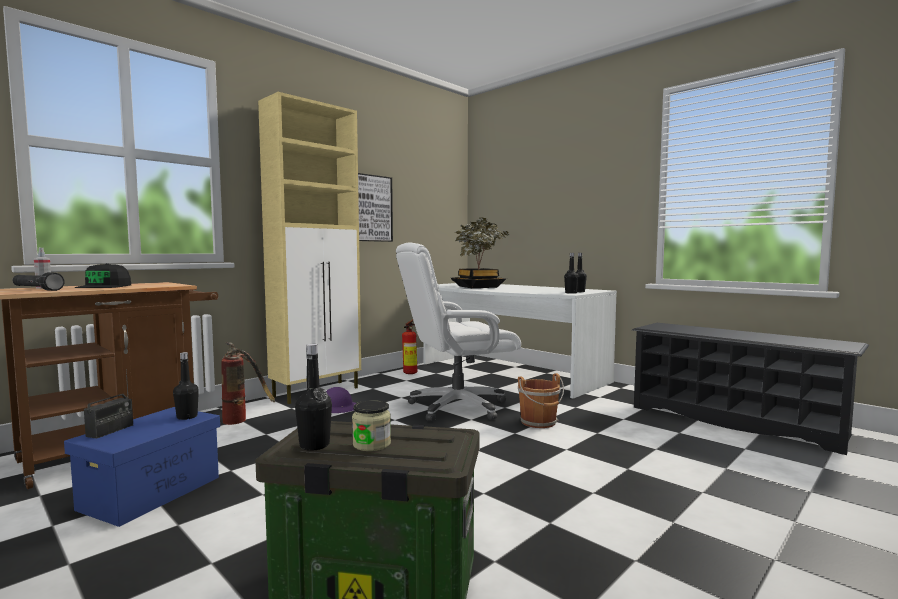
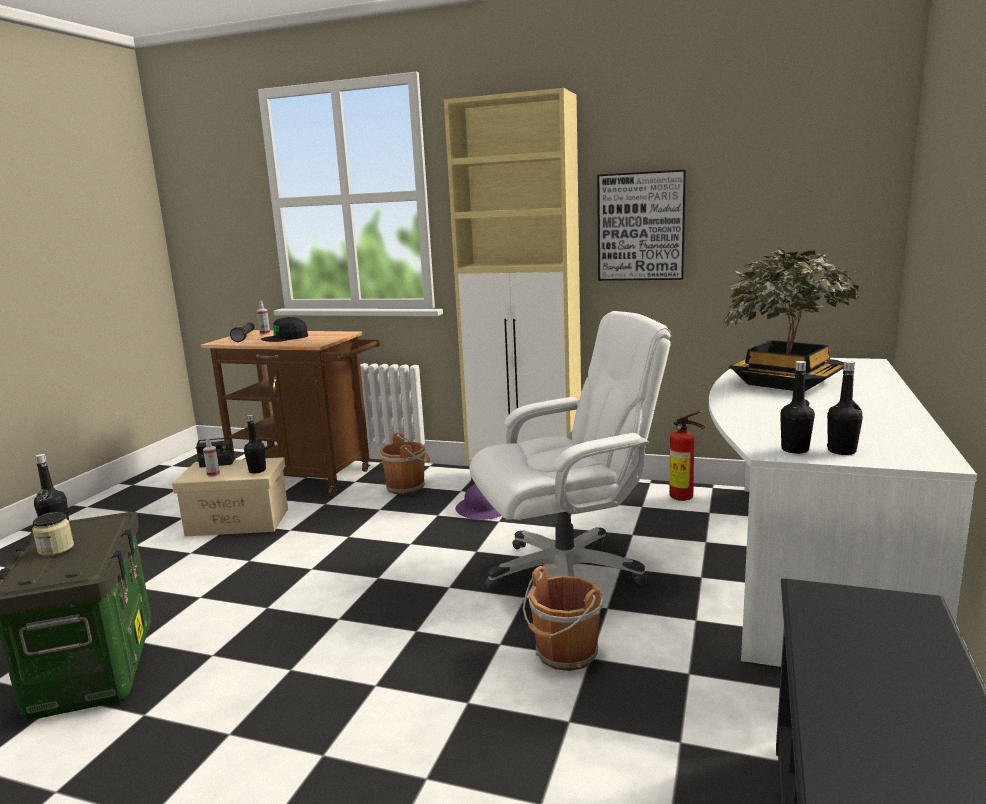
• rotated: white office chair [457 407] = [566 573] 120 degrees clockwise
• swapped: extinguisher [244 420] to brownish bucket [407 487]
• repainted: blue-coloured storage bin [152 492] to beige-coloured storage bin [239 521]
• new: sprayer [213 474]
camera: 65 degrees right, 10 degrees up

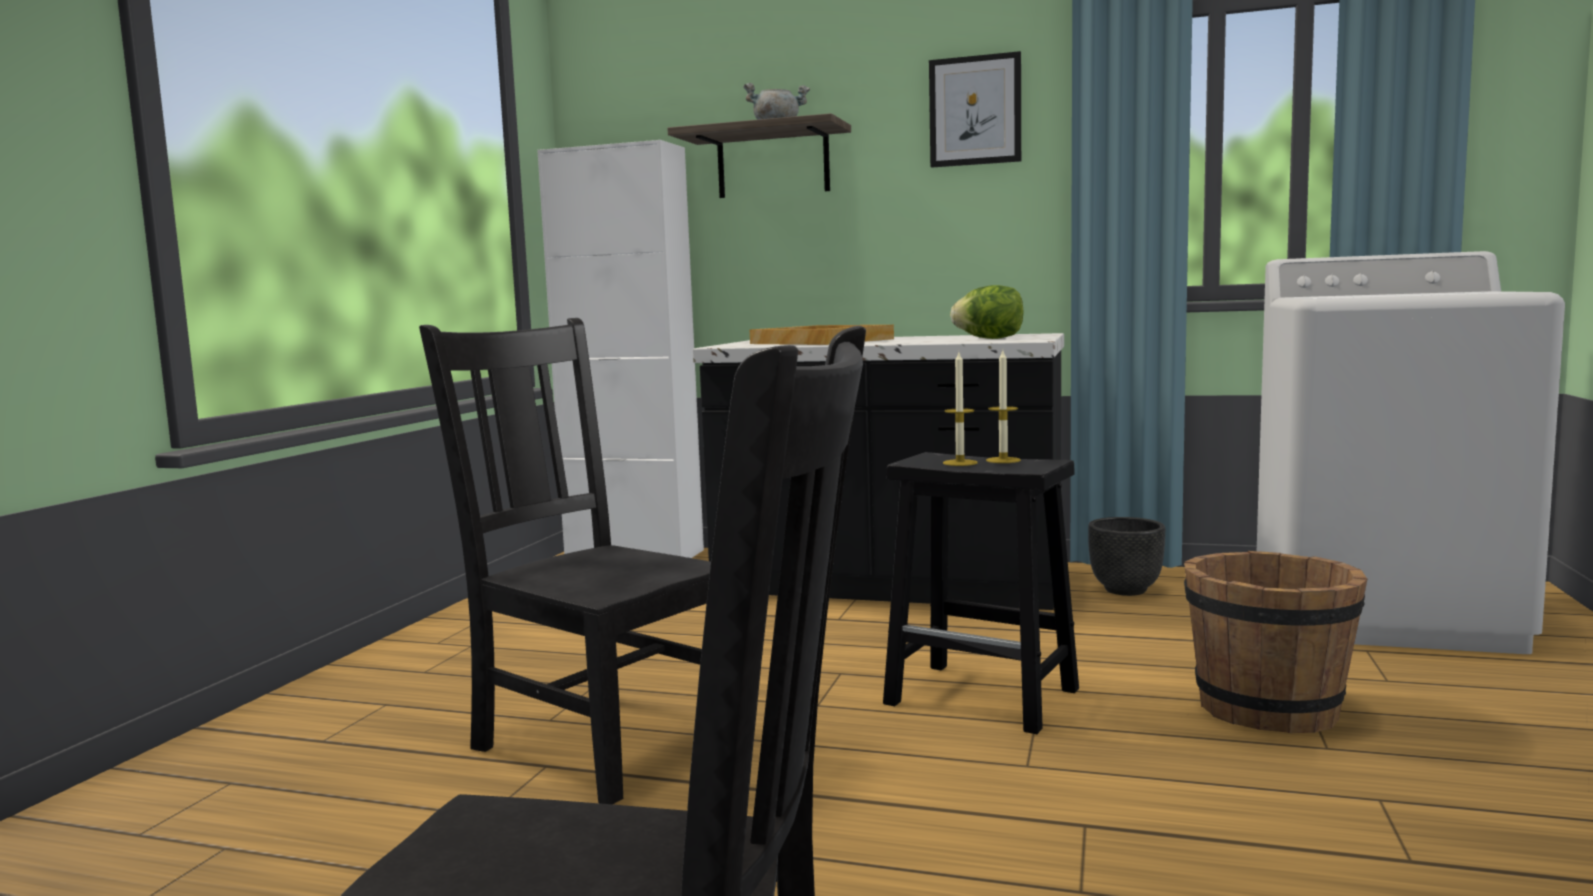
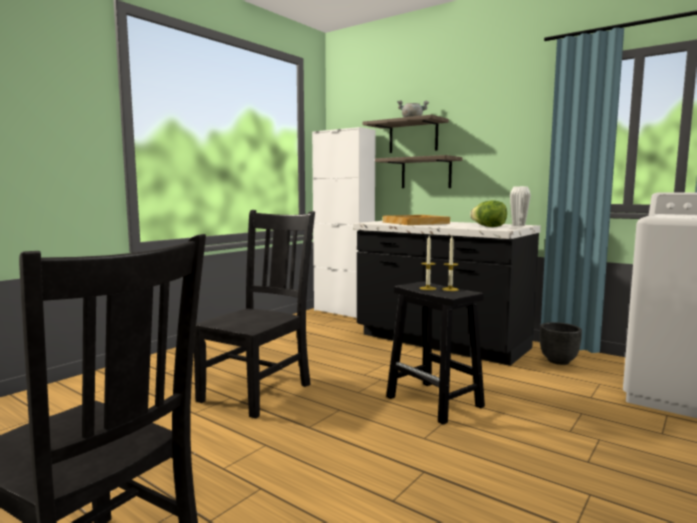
• gone: picture [975 111]
• rotated: black-coloured chair [599 741] = [258 391] 60 degrees clockwise
• gone: brownish bucket [1267 709]
• new: wall shelf [426 173]
• new: white decorative vase [518 225]
camera: 20 degrees right, 0 degrees up

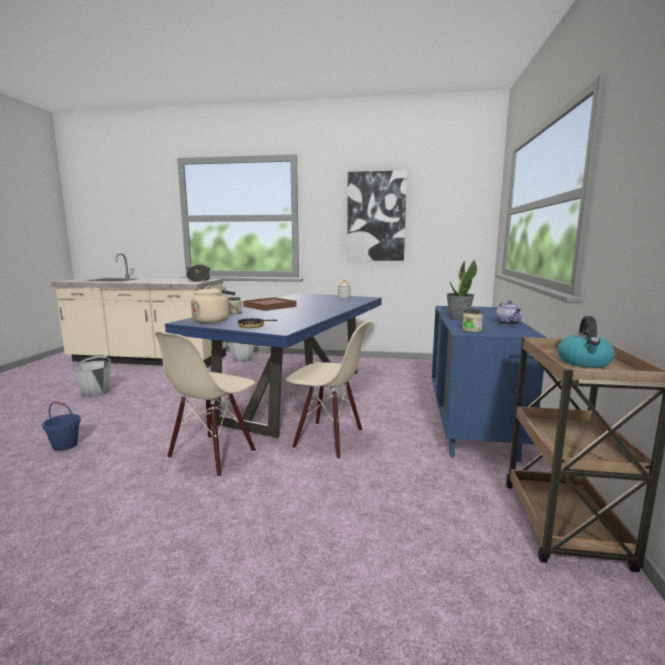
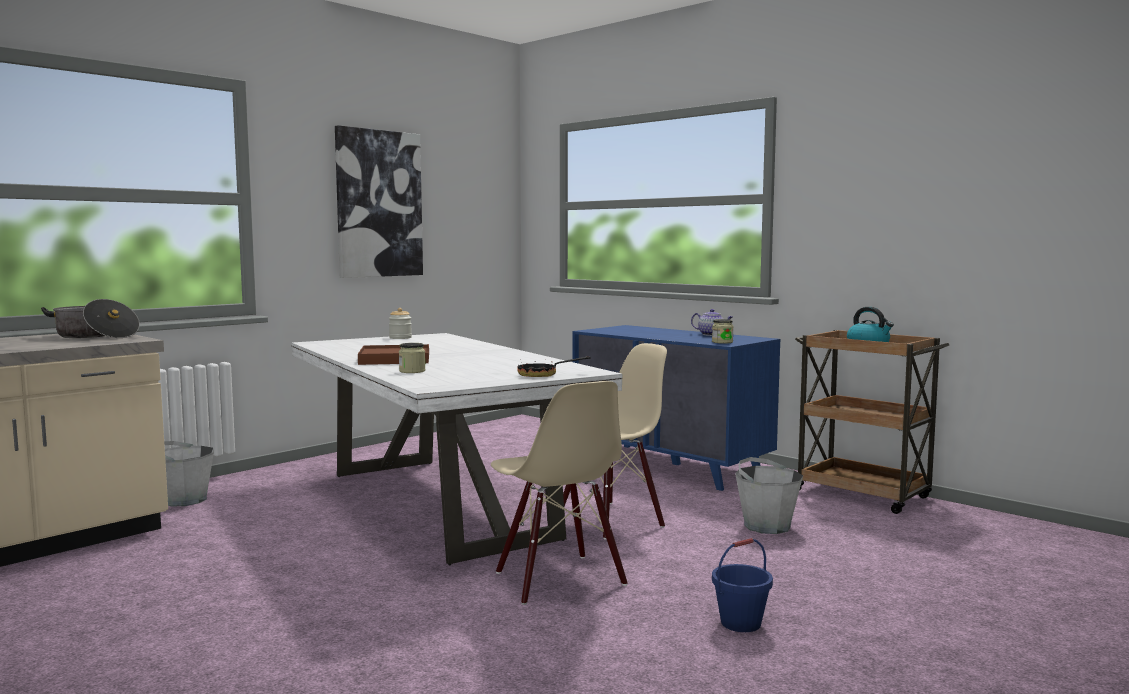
• gone: potted plant [458 318]
• gone: beige-coloured tea kettle [213 320]
• repainted: blue-coloured kitchen table [295 395] to white kitchen table [439 505]
• shifted: greyish bucket [95 392] to [767 526]
• shifted: blue-coloured bucket [64 445] to [741 623]
camera: 55 degrees left, 5 degrees down

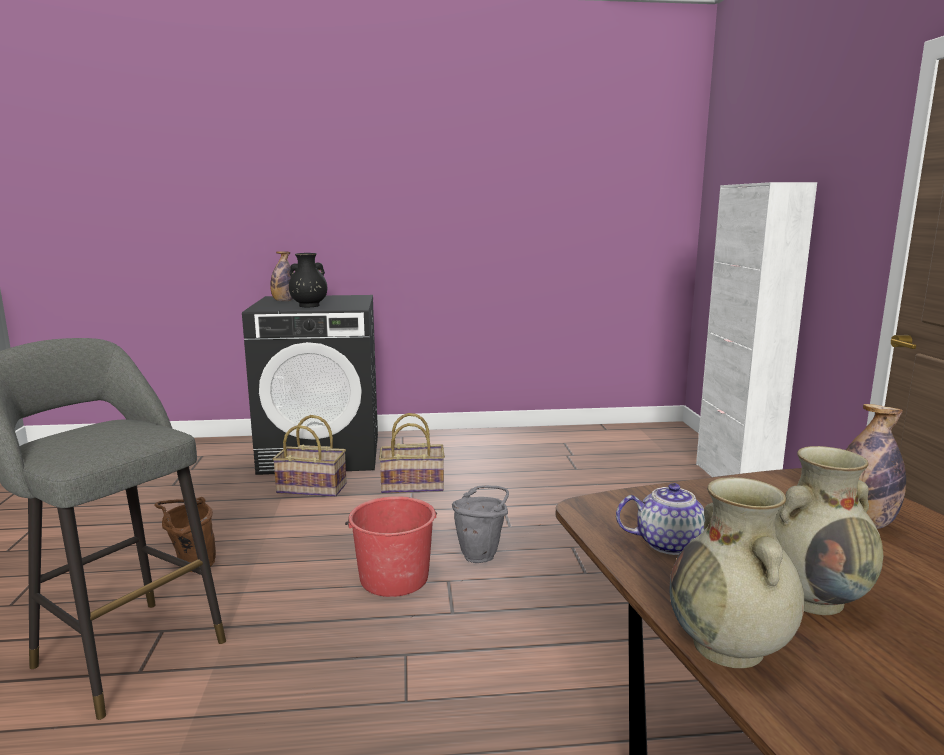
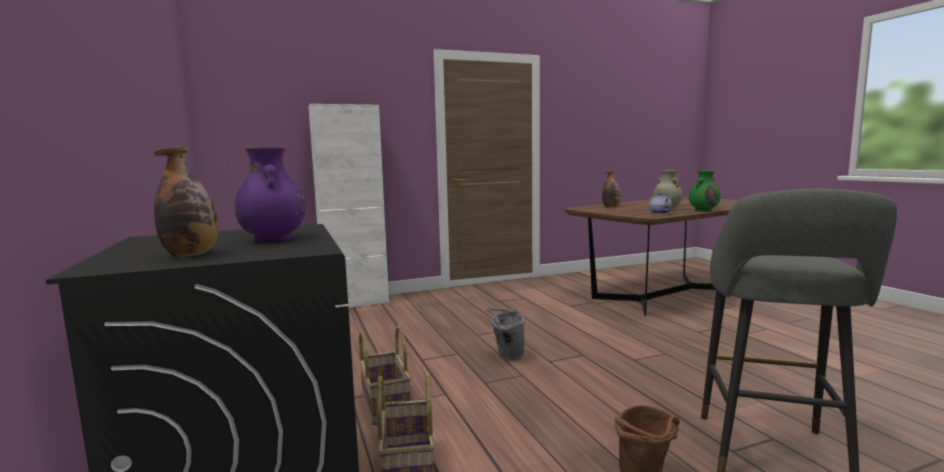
• repainted: black-coloured decorative vase [308 306] to purple decorative vase [273 239]
• repainted: beige-coloured decorative vase [729 648] to green-coloured decorative vase [703 210]
• gone: red bucket [394 578]
camera: 105 degrees left, 5 degrees down

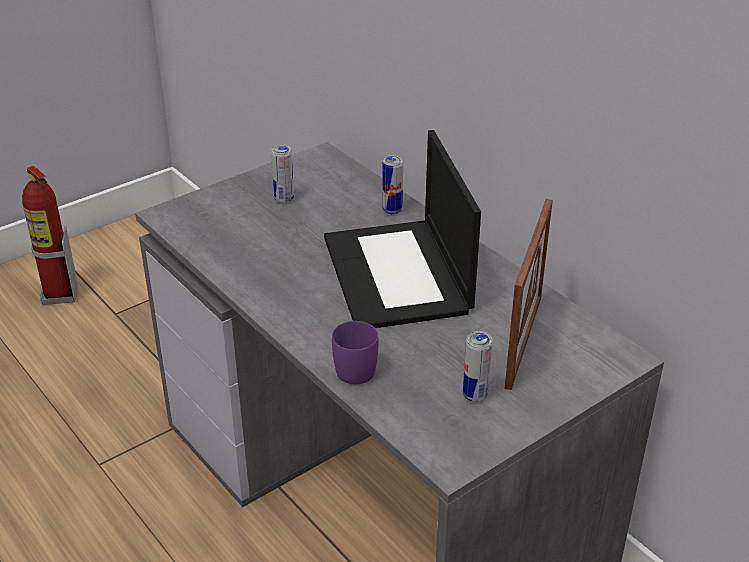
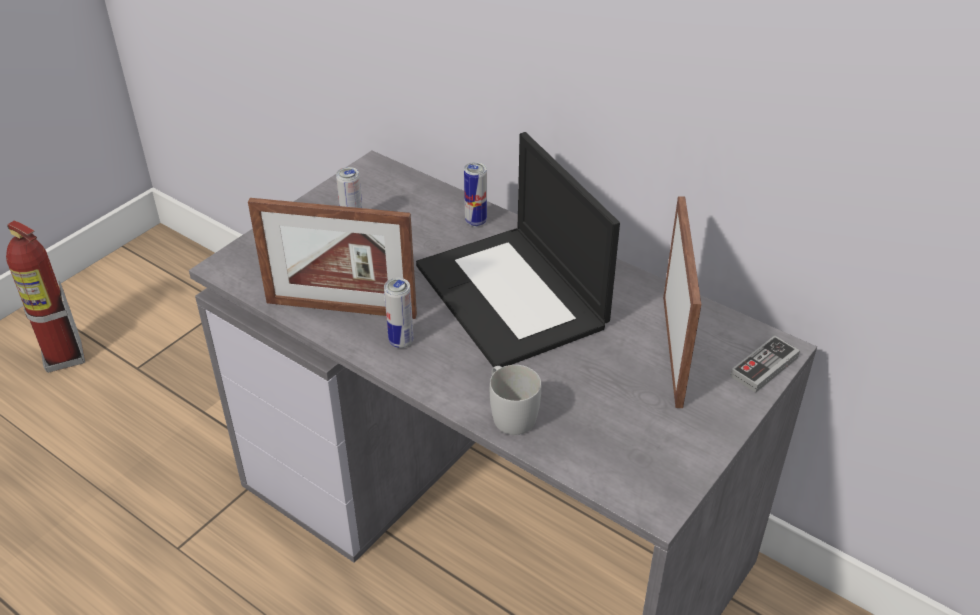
• repainted: purple tea mug [353 366] to white tea mug [510 413]
• shifted: metal can [475 395] to [401 341]
• new: standing frame [341 308]
• new: gamepad [764 367]
camera: 15 degrees left, 5 degrees up

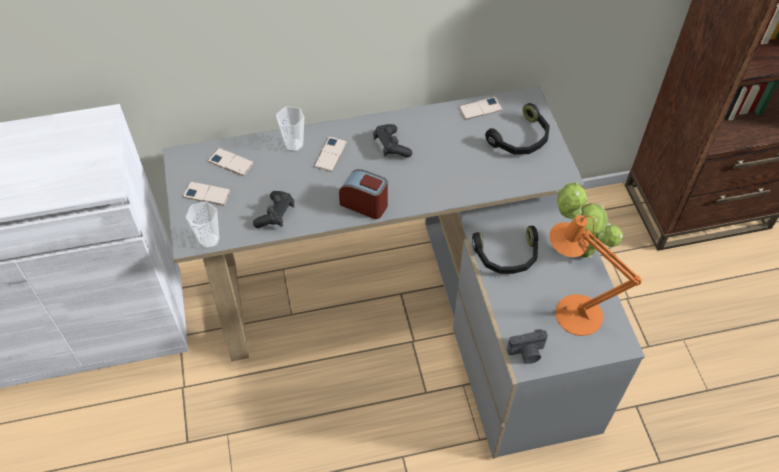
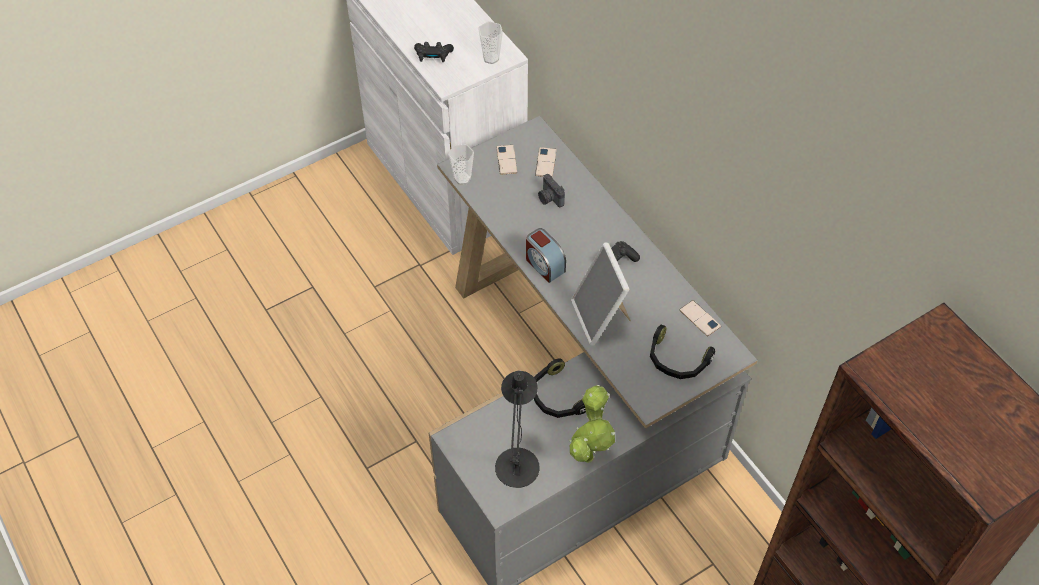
• shifted: drinking cup [294 145] to [491 58]
• gone: handset [330 154]
• rotated: table clock [364 204] = [544 265] 135 degrees clockwise
• shifted: black-coloured gamepad [276 215] to [433 56]
• repainted: orange tabletop lamp [571 312] to black-coloured tabletop lamp [517 461]
• shifted: still camera [527 353] to [549 198]
• new: standing frame [601 318]
camera: 70 degrees right, 0 degrees up

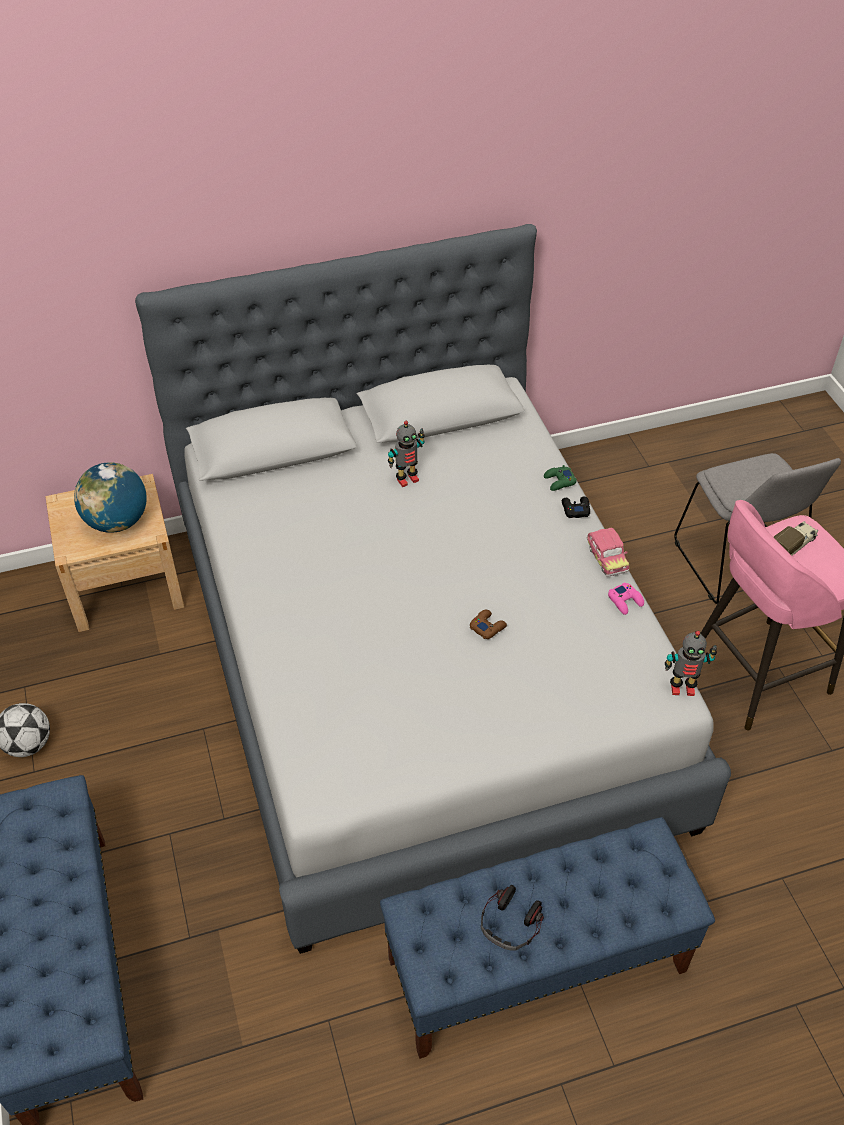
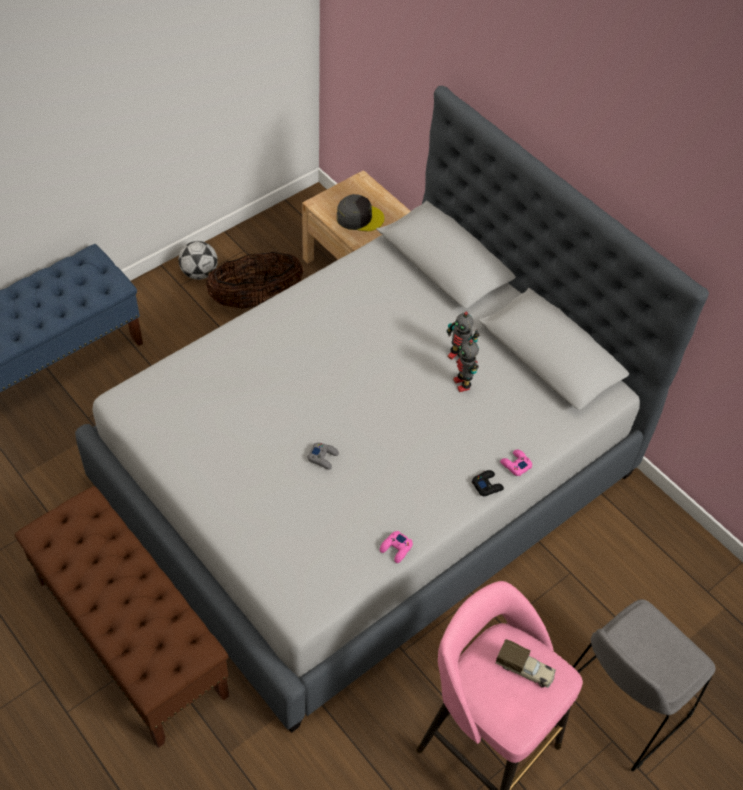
• swapped: globe [117 522] to greyish cap [359 217]
• repainted: green-coloured gamepad [559 481] to pink gamepad [515 464]
• gone: miniature car [606 558]
• repainted: brownish gamepad [487 627] to greyish gamepad [323 457]
• shifted: toy robot [682 687] to [463 384]
• repainted: blue-coloured long seat [537 964] to brownish long seat [132 638]
• gone: pair of headphones [511 923]
• new: storage basket [256 299]
camera: 65 degrees right, 5 degrees up

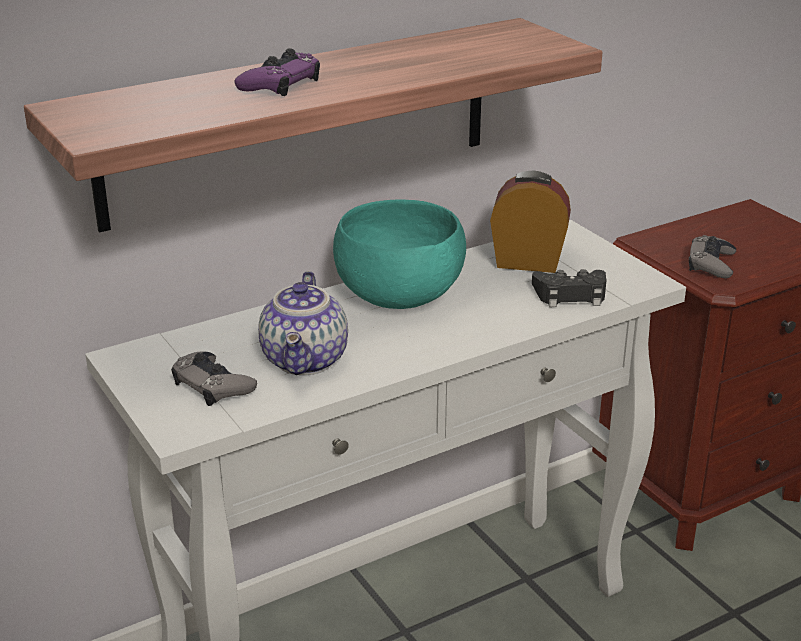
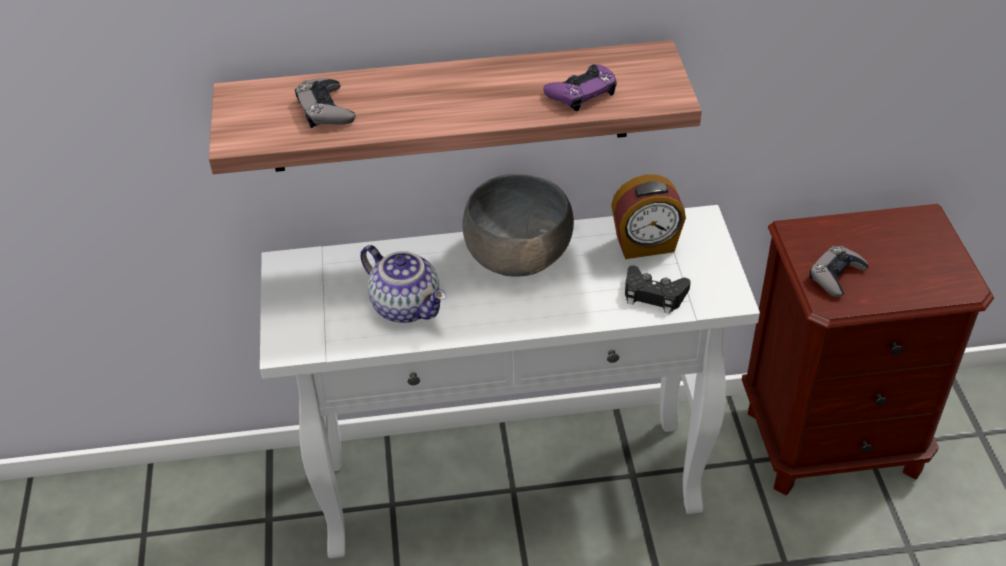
• shifted: purple gamepad [280 84] to [581 92]
• rotated: table clock [528 261] = [645 245] 135 degrees clockwise
• repainted: blue-green serving bowl [399 295] to greyish serving bowl [517 256]
• rotated: pot for tea [307 361] = [407 306] 75 degrees counterclockwise
• shifted: greyish gamepad [213 385] to [325 109]
camera: 25 degrees right, 15 degrees up

